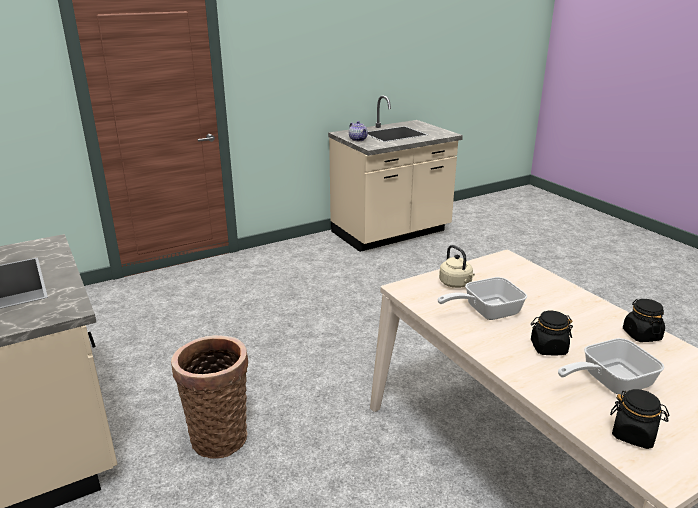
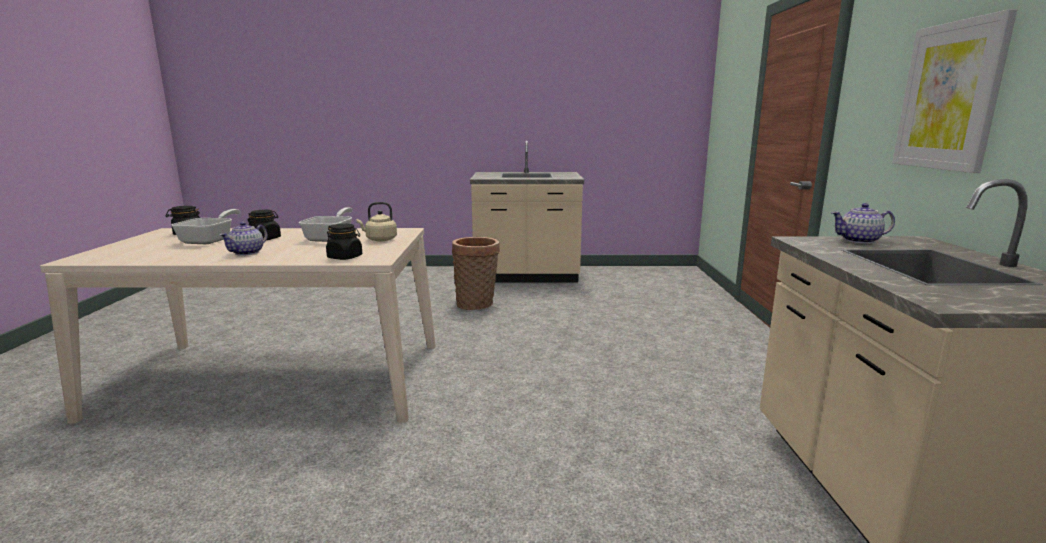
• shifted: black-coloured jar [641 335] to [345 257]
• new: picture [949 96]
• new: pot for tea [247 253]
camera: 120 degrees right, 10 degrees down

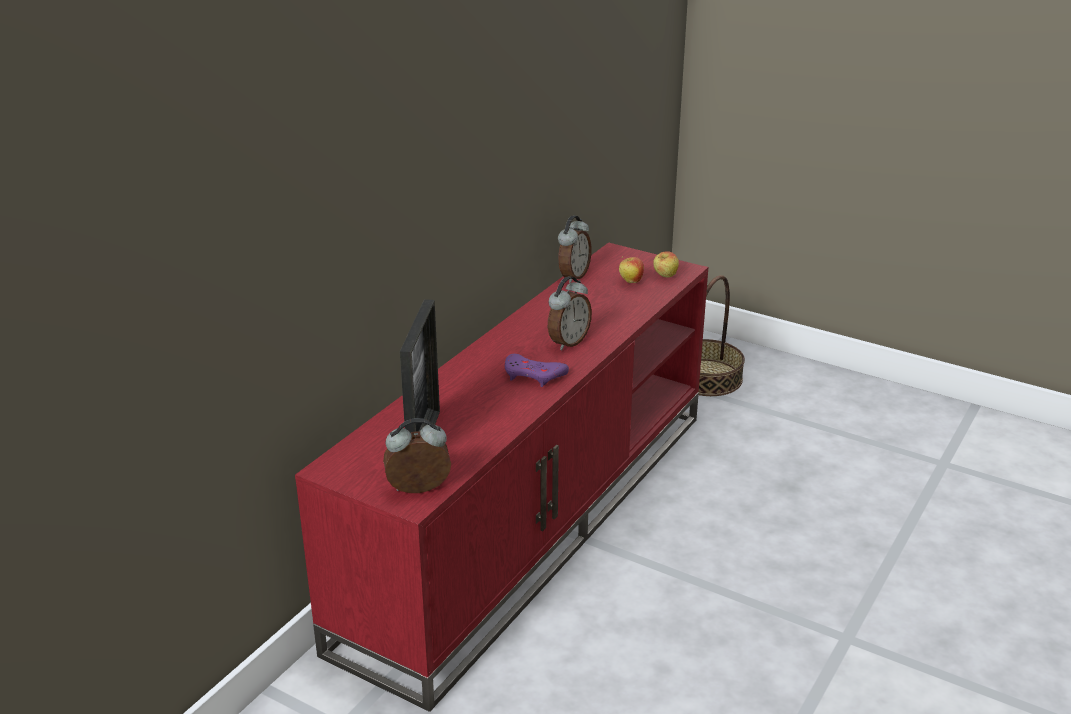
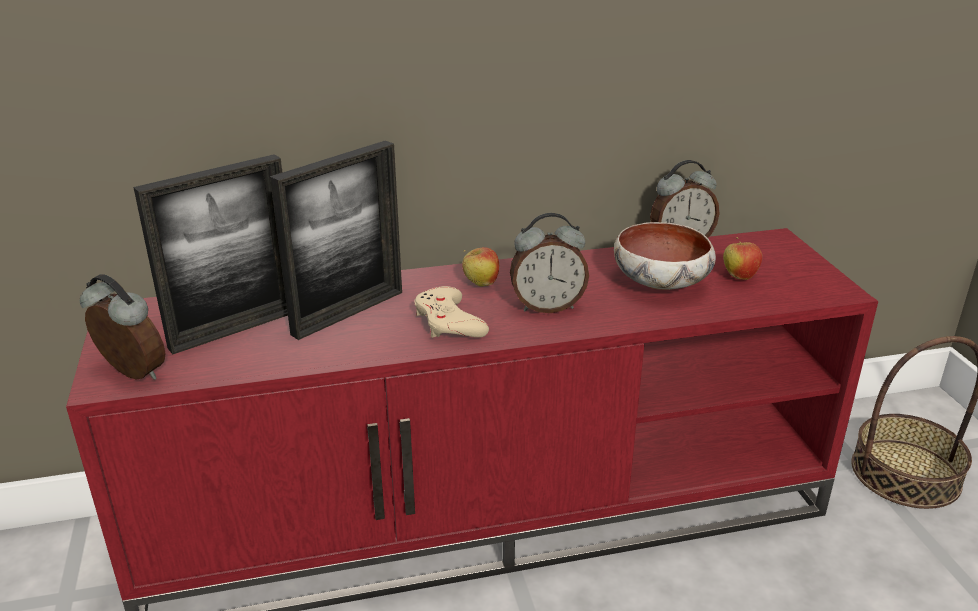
• shifted: apple fruit [665 276] to [480 284]
• repainted: purple gamepad [533 375] to beige-coloured gamepad [449 322]
• new: standing frame [348 313]
• new: serving bowl [662 283]
camera: 45 degrees right, 0 degrees up

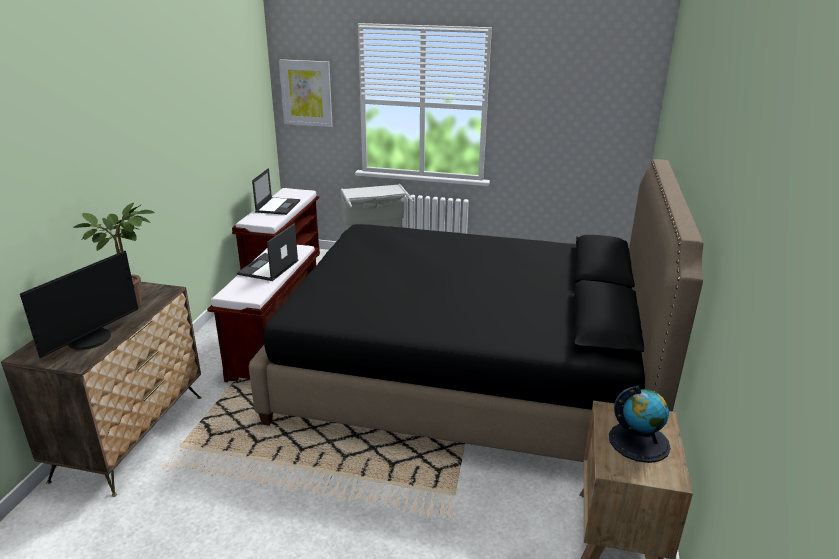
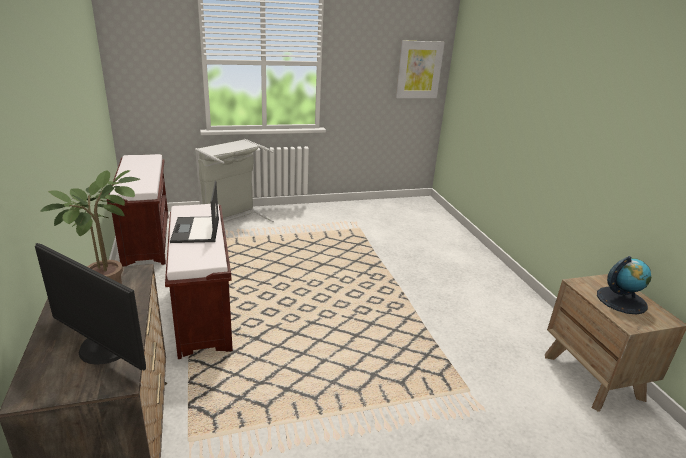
• shifted: picture [306 93] to [419 70]
• gone: black-coloured bed [466 375]
• gone: portable computer [278 206]
• rotated: monitor [91 339] = [104 349] 120 degrees clockwise
camera: 30 degrees left, 0 degrees up

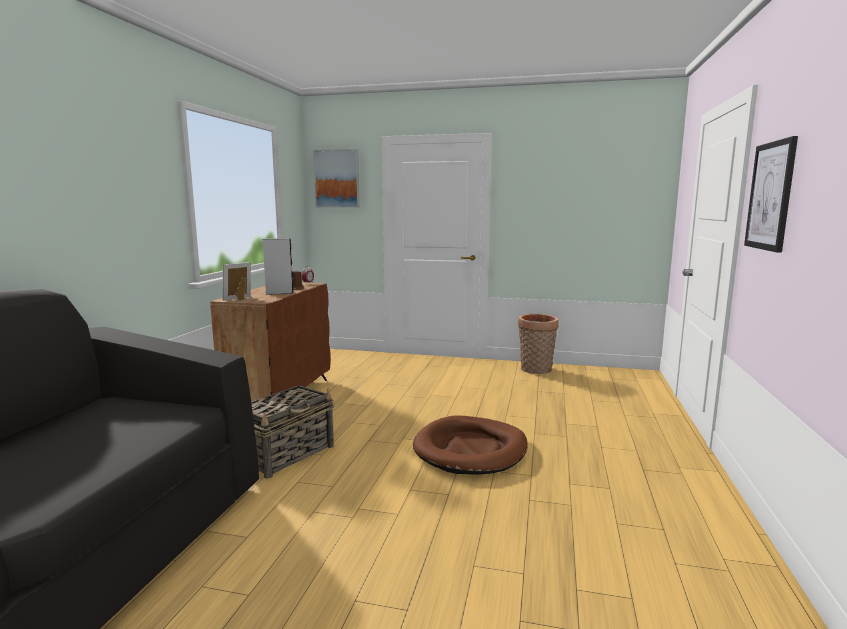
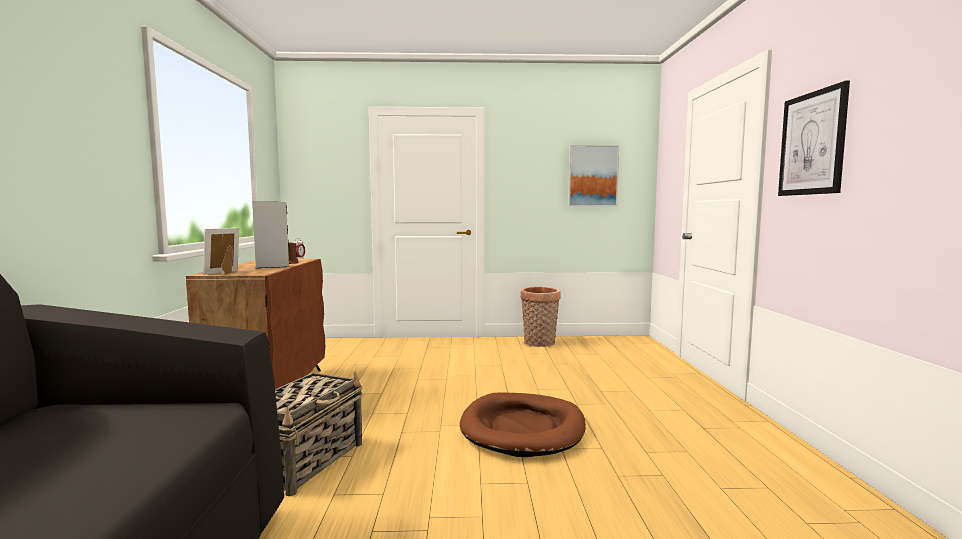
• shifted: picture [337 179] to [592 176]
camera: 15 degrees left, 5 degrees down

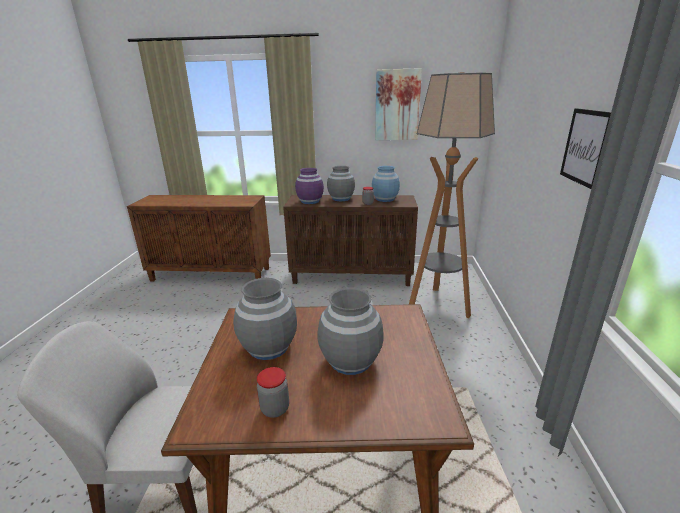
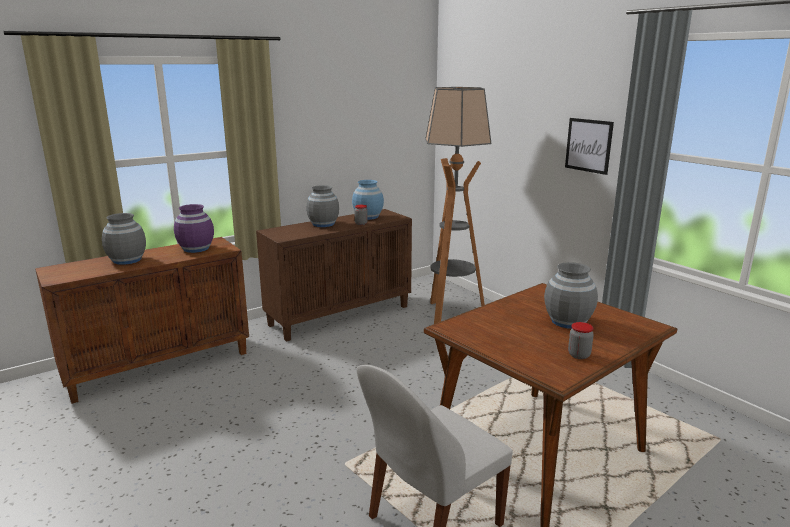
• gone: picture [397 105]
• shifted: purple decorative vase [310 201] to [196 248]
• shifted: greyish decorative vase [268 347] to [127 260]
camera: 40 degrees left, 5 degrees down

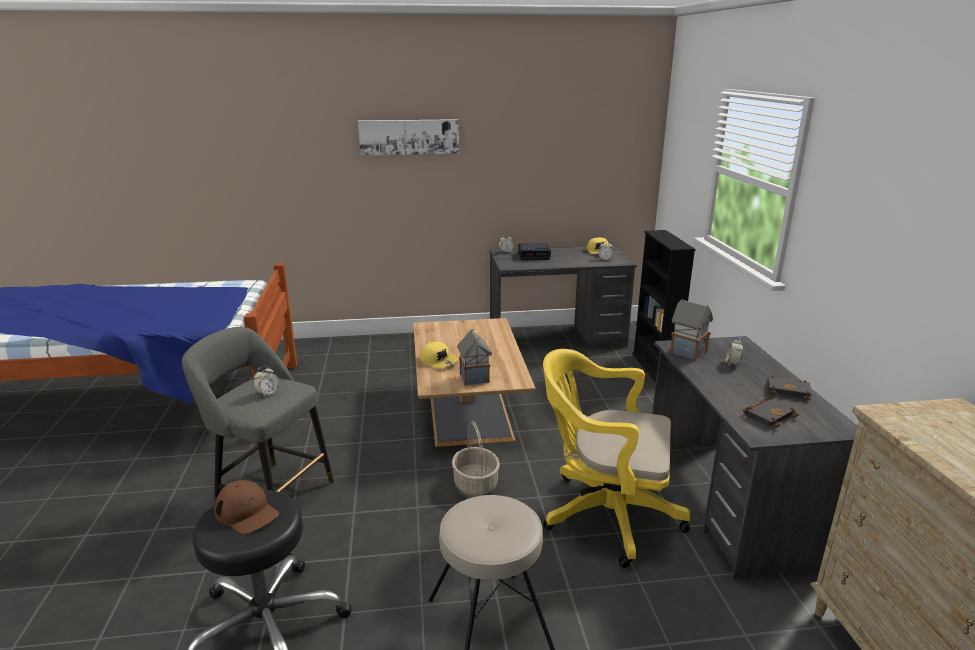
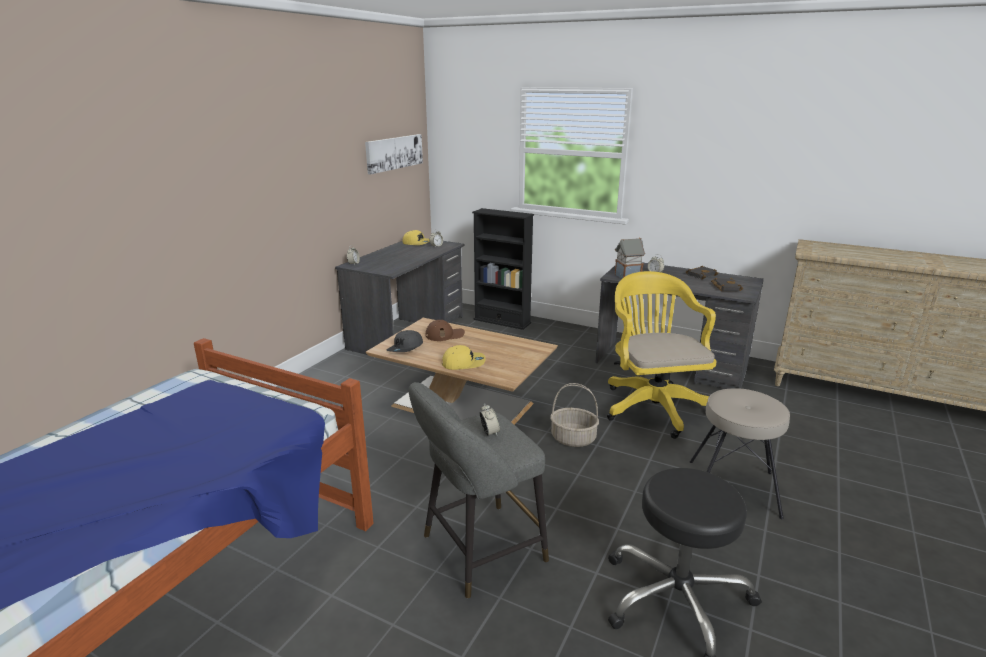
• shifted: picture [409 137] to [394 153]
• gone: table clock [534 255]
• gone: model house [474 379]
• rotated: yellowish office chair [604 514] = [652 405] 120 degrees clockwise
• shifted: brownish cap [247 513] to [445 335]
• new: greyish cap [406 348]
camera: 55 degrees left, 0 degrees up

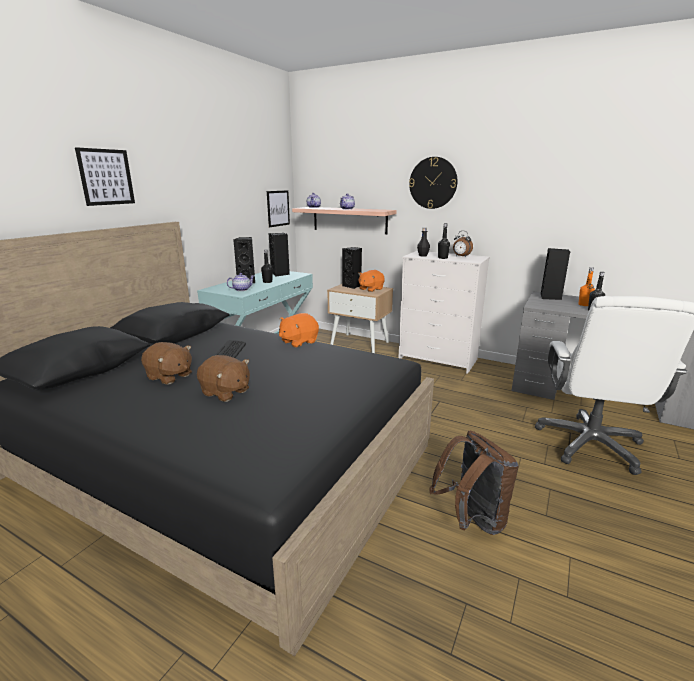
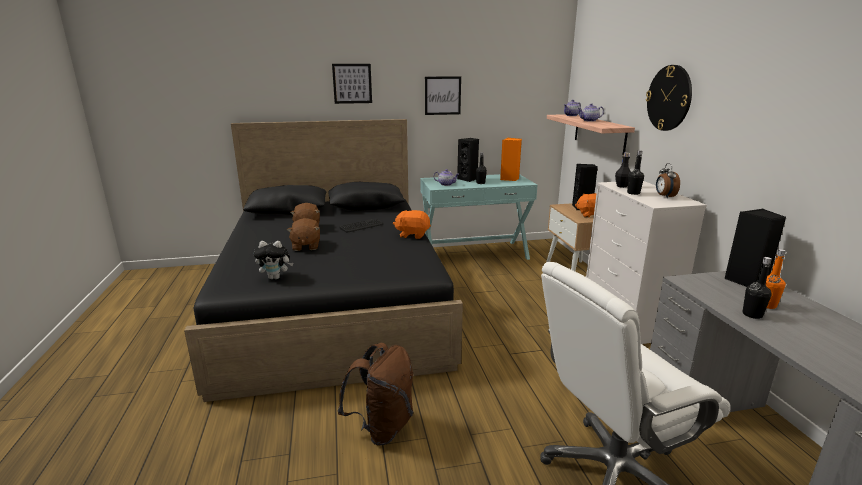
• shifted: picture [278 208] to [442 95]
• repainted: black-coloured loudspeaker [280 274] to orange loudspeaker [509 179]
• new: plush toy [275 277]
camera: 50 degrees right, 0 degrees up

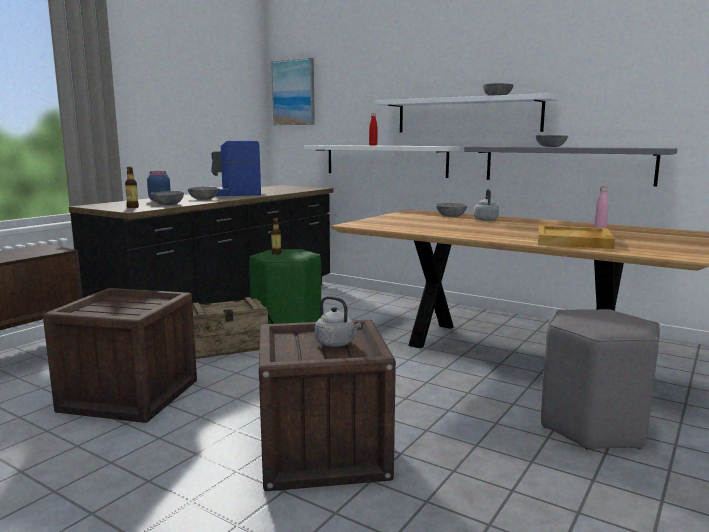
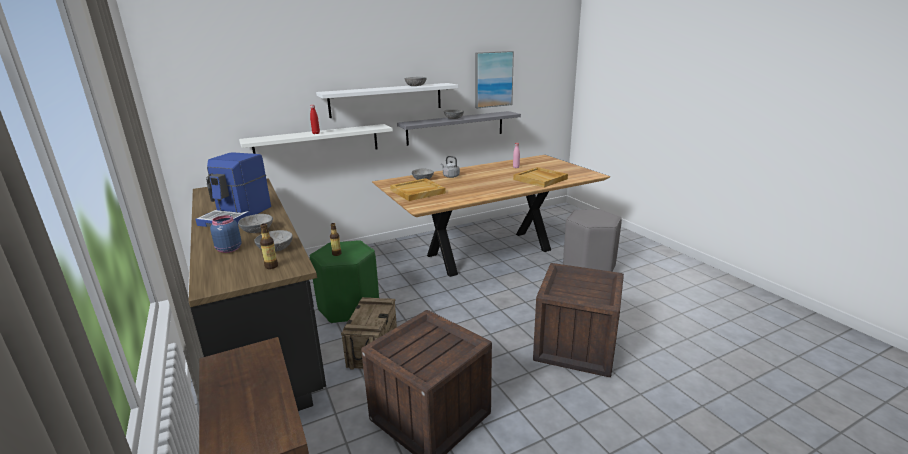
• shifted: picture [294 92] to [493 79]
• gone: greyish tea kettle [336 344]
• new: beige-coloured tray [417 192]
camera: 60 degrees left, 10 degrees up

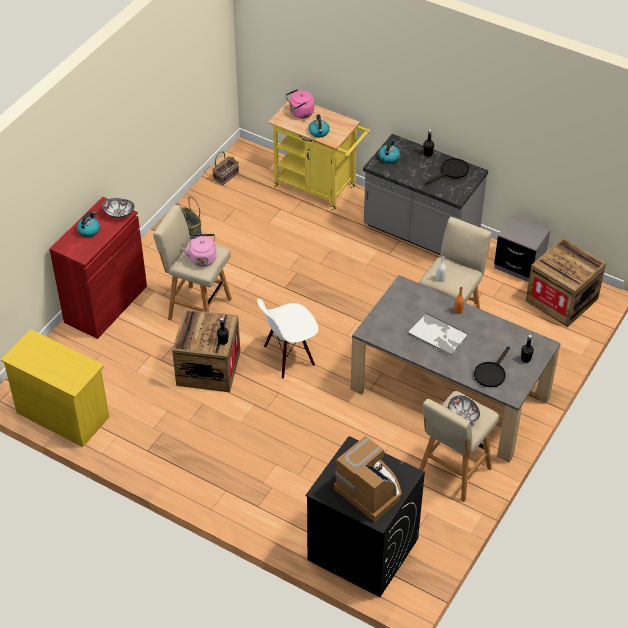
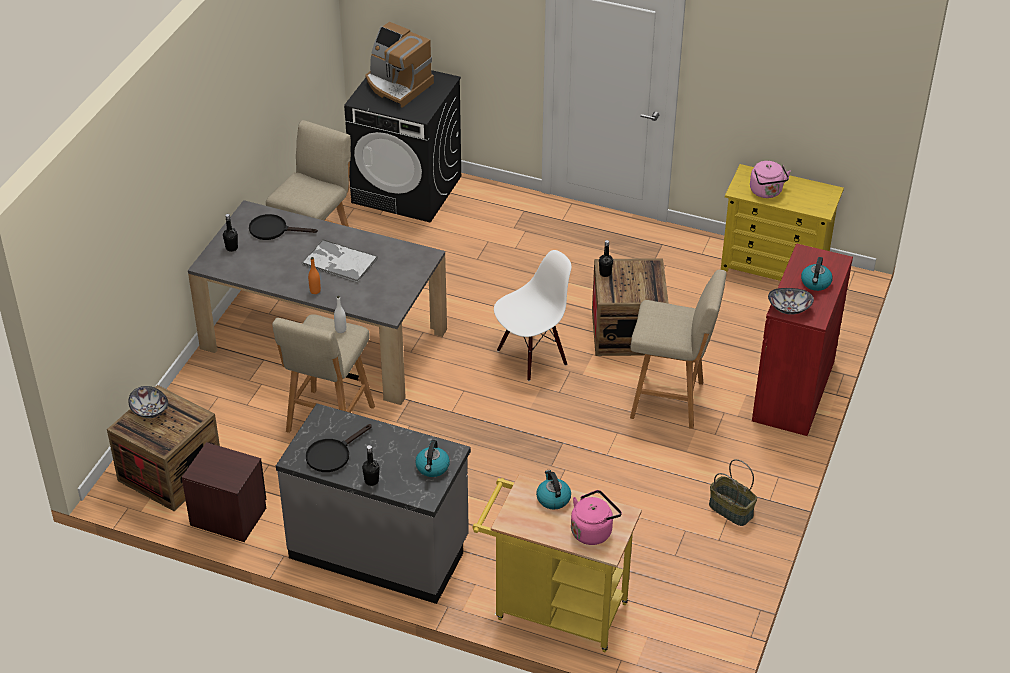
• gone: storage basket [226 175]
• repainted: greyish bedside table [519 266] to brownish bedside table [228 516]
• shifted: pink tea kettle [203 258] to [767 192]
• rotated: black-coloured pan [491 373] = [273 230] 105 degrees counterclockwise
• shifted: serving bowl [462 416] to [150 410]
camera: 170 degrees right, 5 degrees down

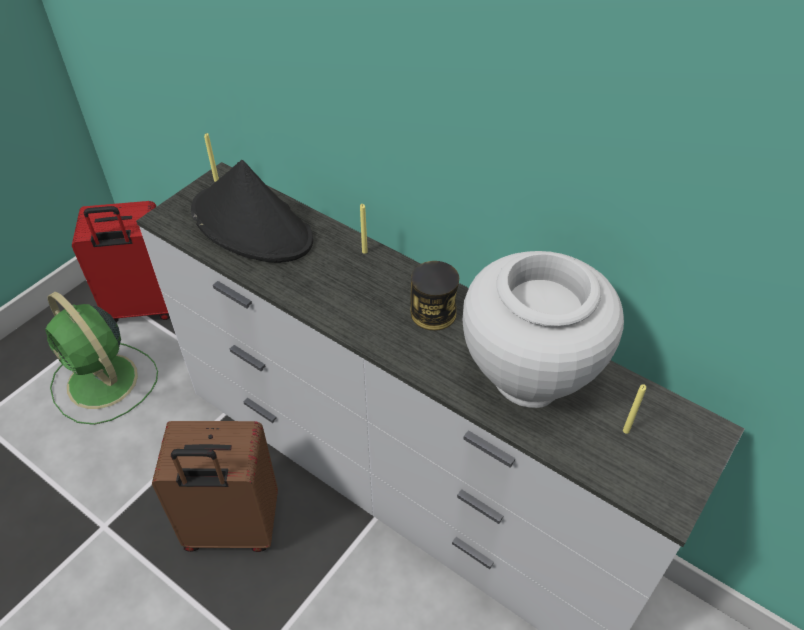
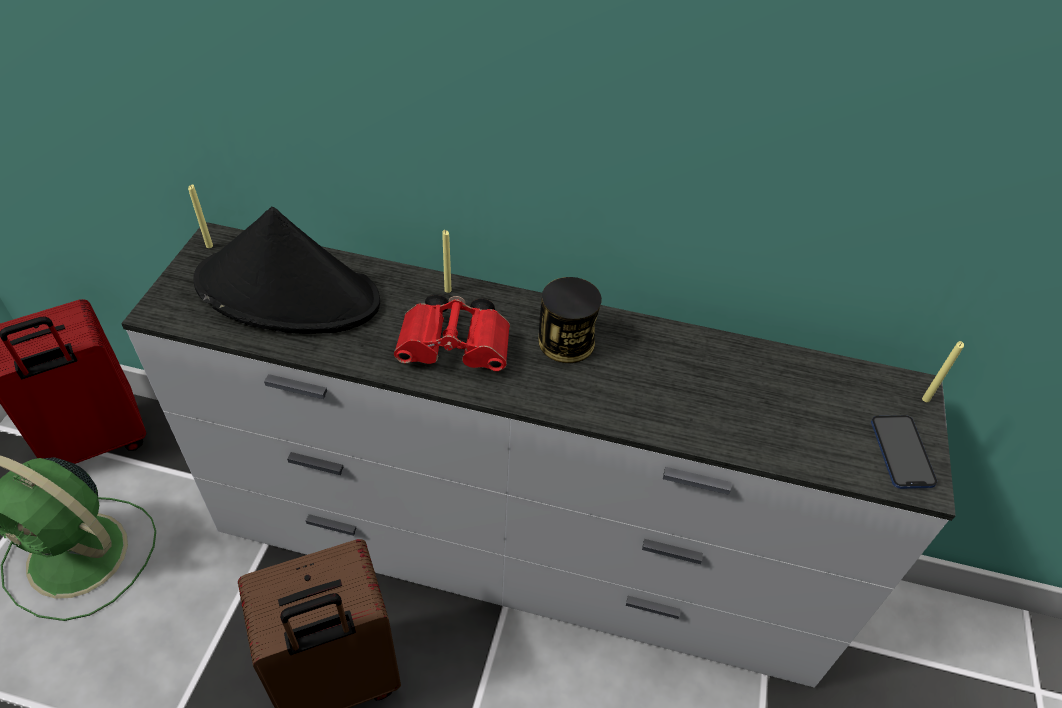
• gone: white decorative vase [529 377]
• shifted: yellowish wax light [626 430] to [925 399]
• new: red field glasses [458 349]
• new: handset [901 453]
camera: 25 degrees left, 0 degrees up

